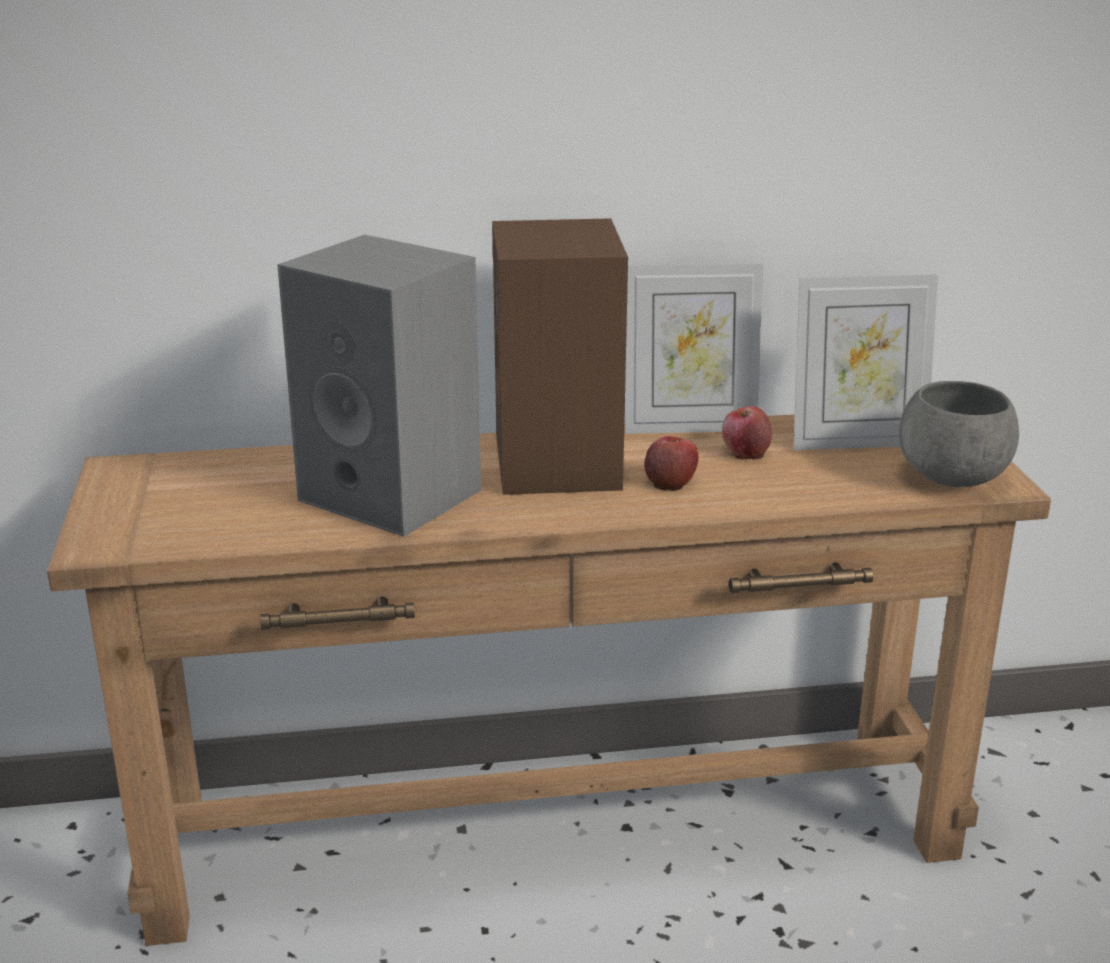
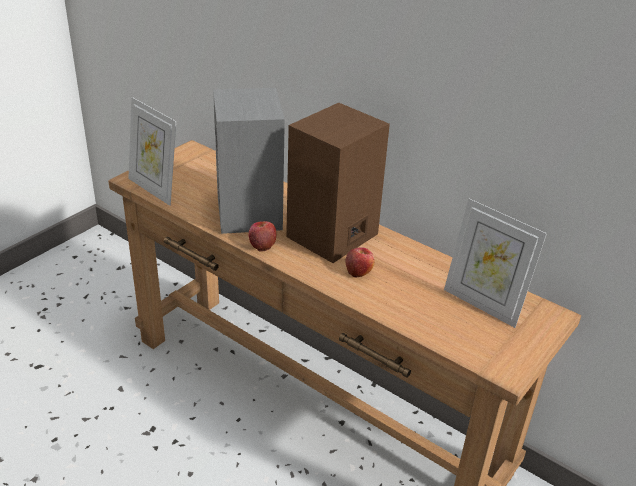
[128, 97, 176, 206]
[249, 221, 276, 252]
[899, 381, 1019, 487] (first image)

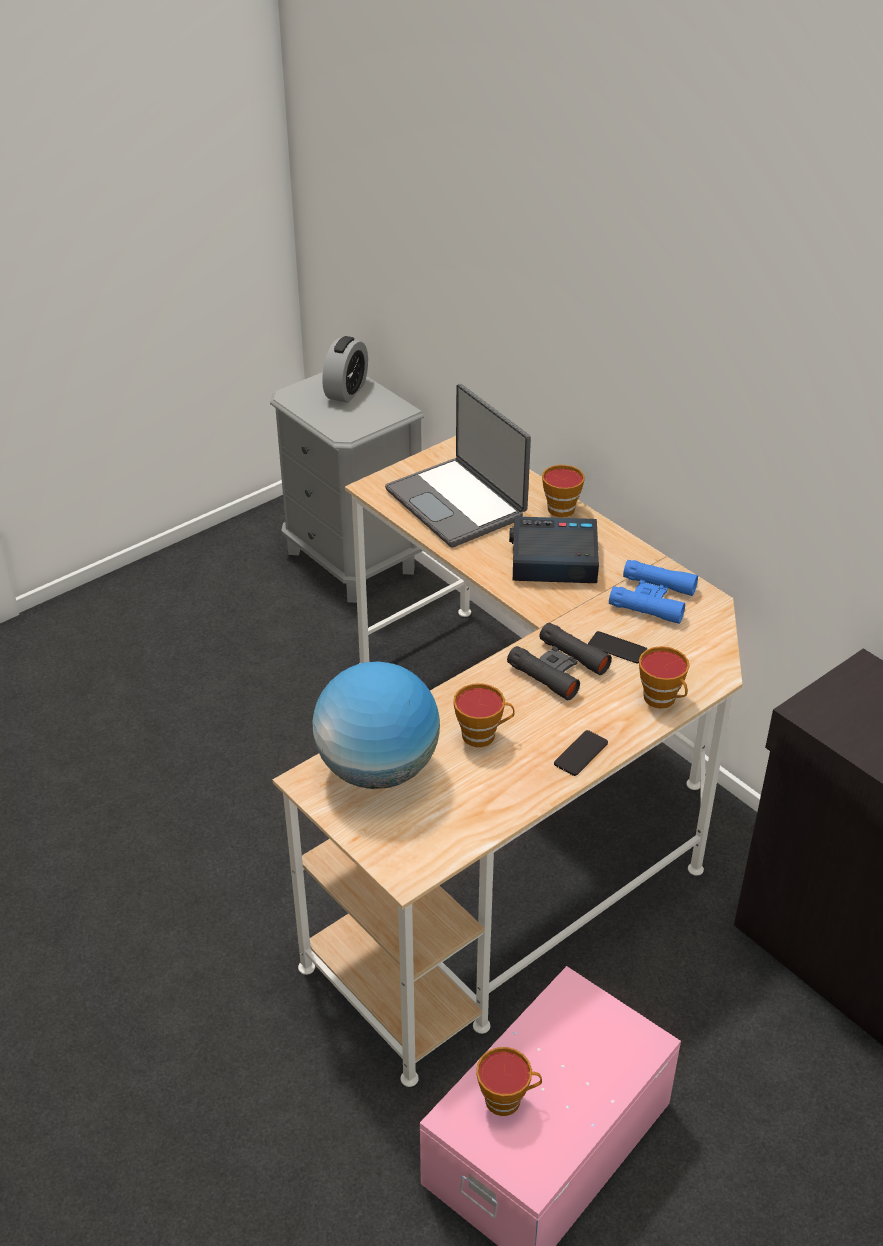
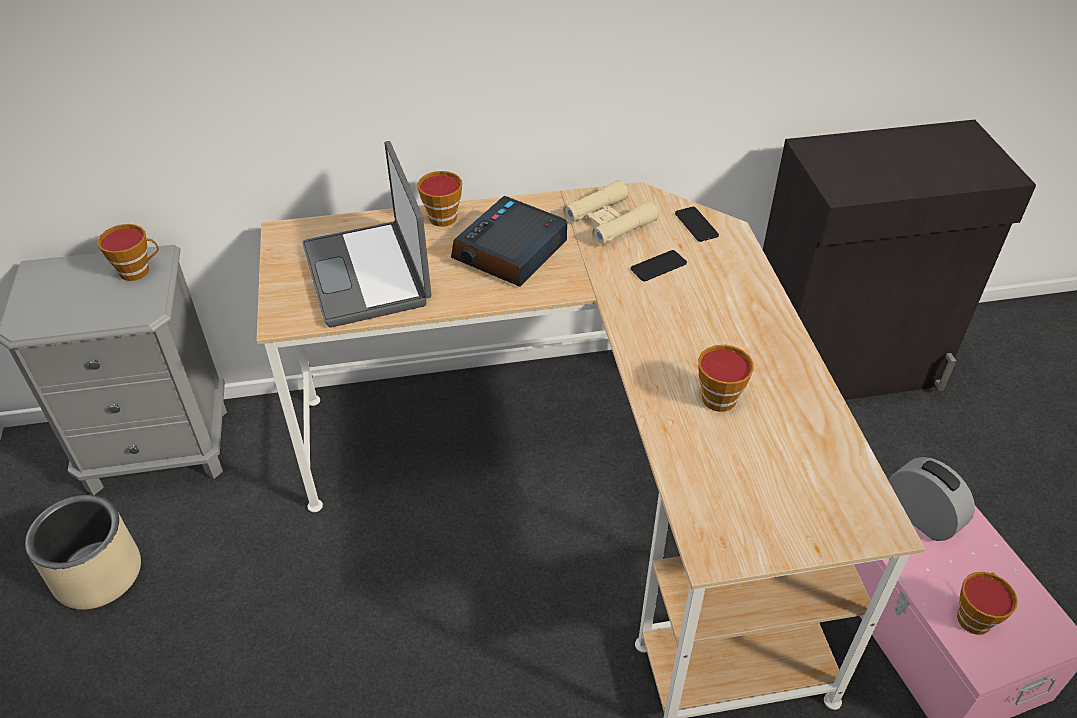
[25, 495, 141, 610]
[97, 224, 159, 281]
[303, 141, 431, 328]
[563, 180, 659, 245]
[675, 206, 719, 242]
[888, 457, 975, 541]
[313, 661, 440, 789] (first image)
[507, 623, 612, 700] (first image)

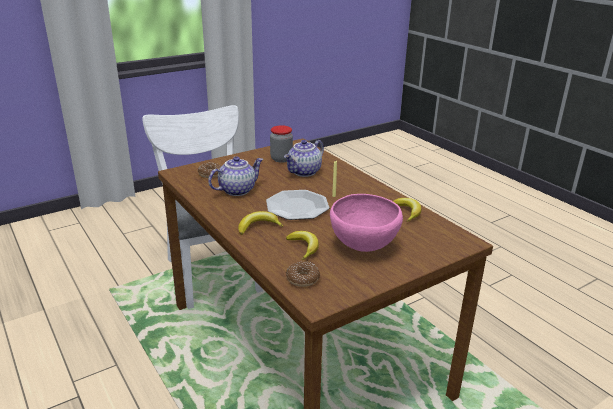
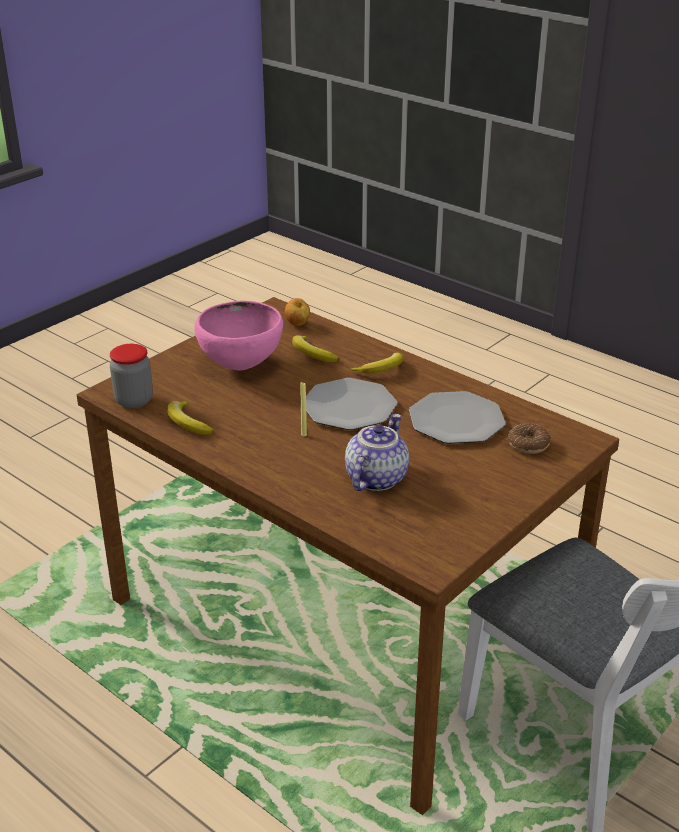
[110, 344, 153, 408]
[285, 298, 310, 326]
[409, 391, 506, 444]

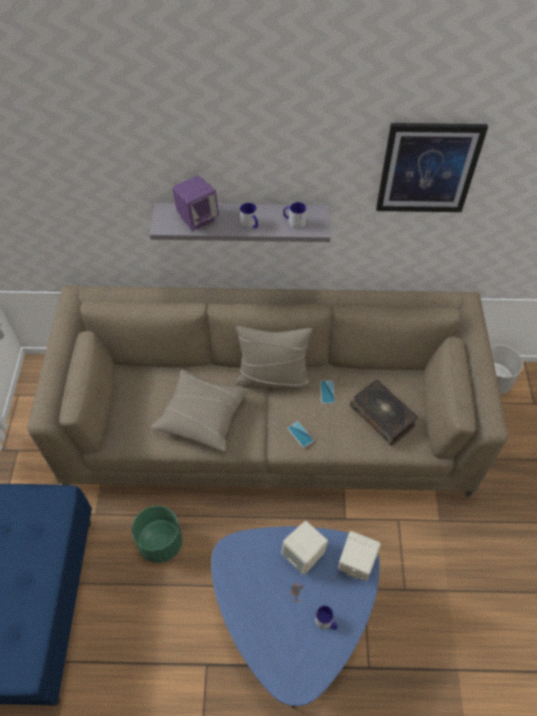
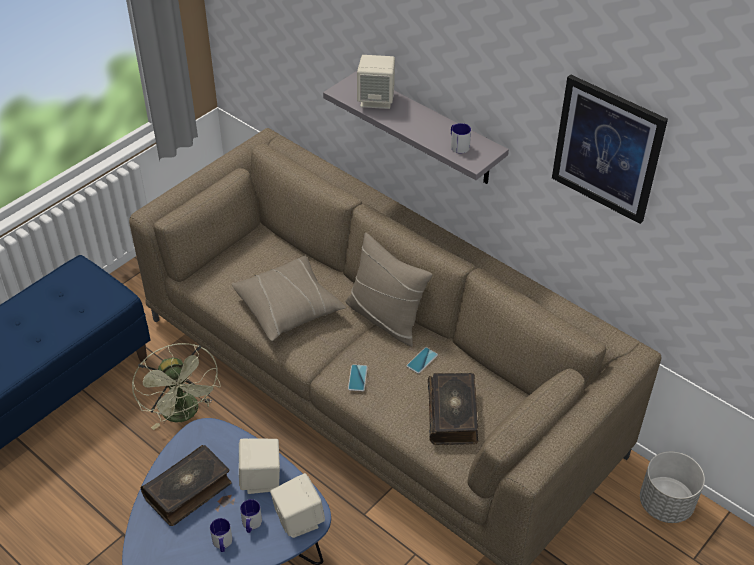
[132, 343, 221, 430]
[141, 445, 232, 526]
[240, 499, 262, 533]
[357, 55, 395, 109]

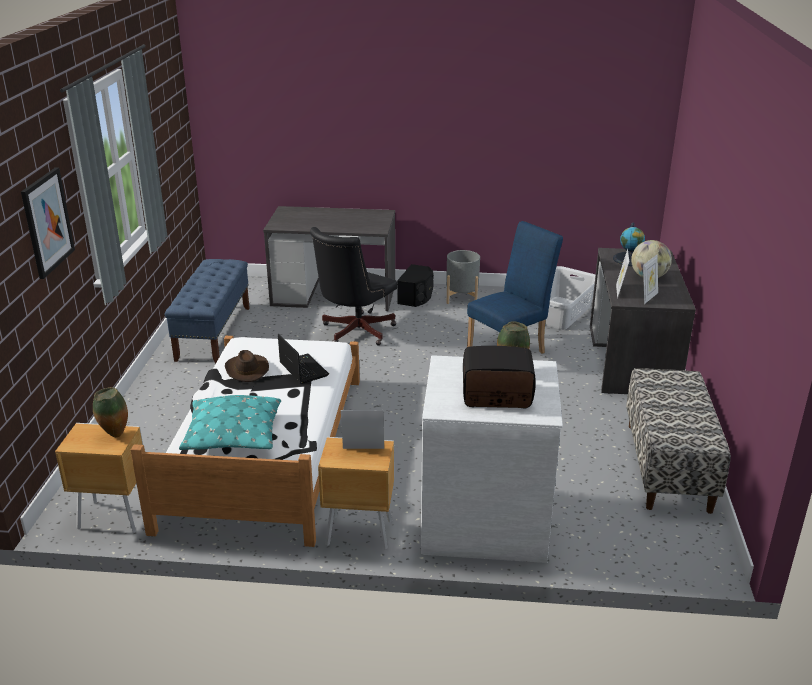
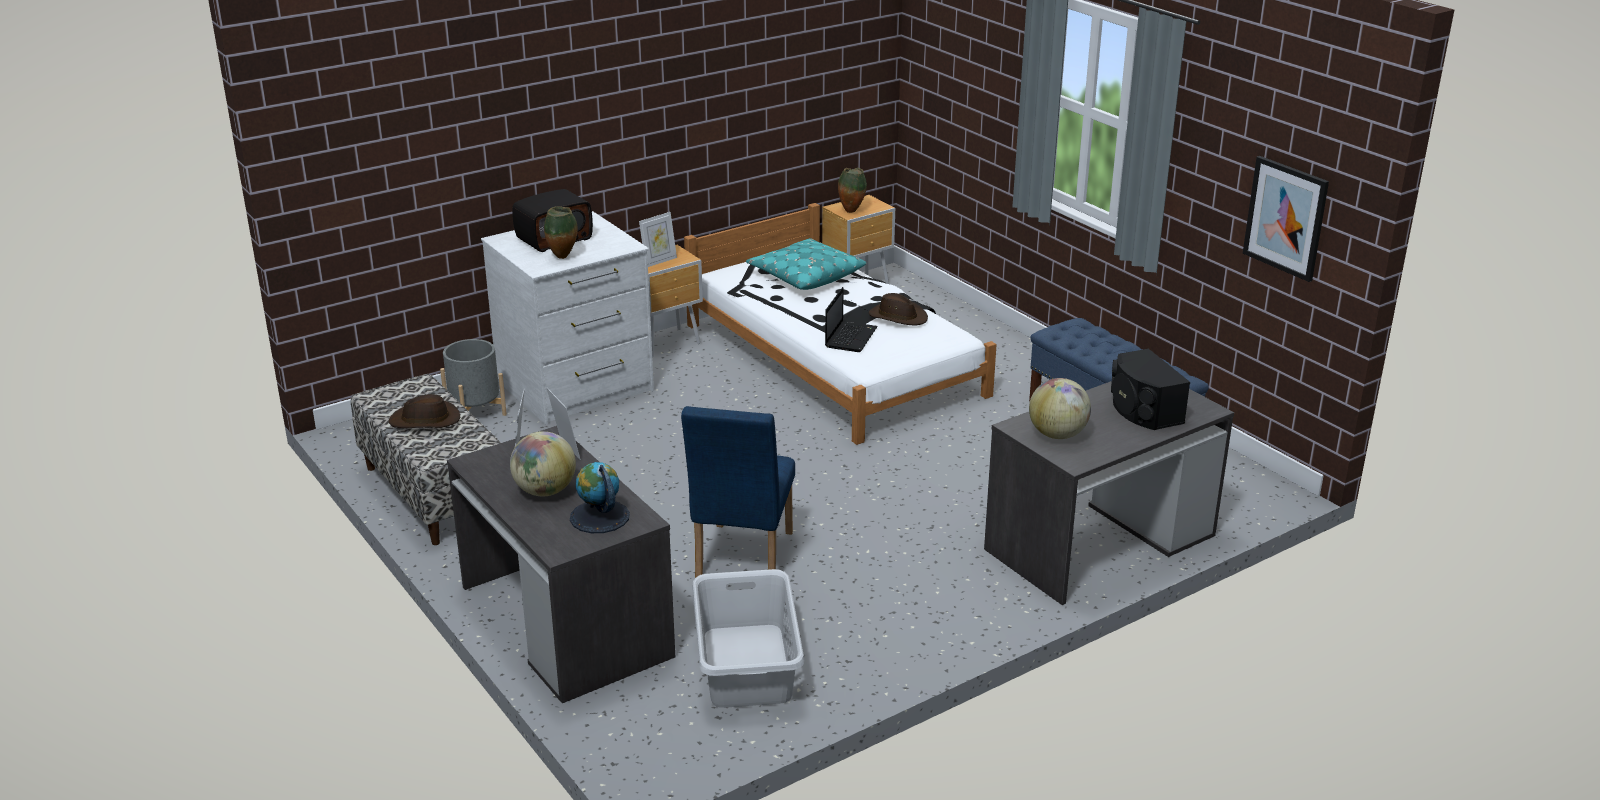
[389, 394, 460, 428]
[440, 339, 507, 416]
[825, 287, 878, 352]
[1029, 378, 1091, 439]
[1111, 349, 1190, 430]
[1243, 156, 1329, 282]
[310, 227, 397, 345] (first image)

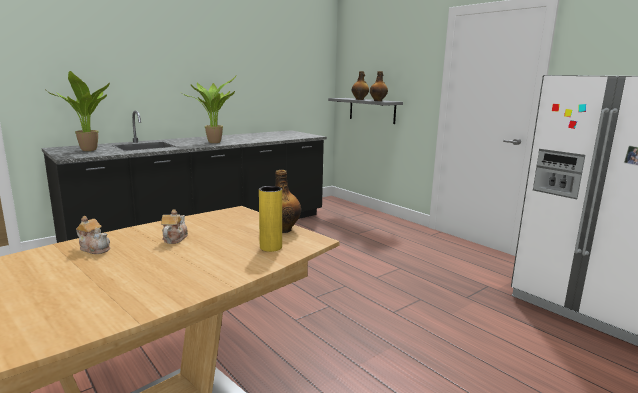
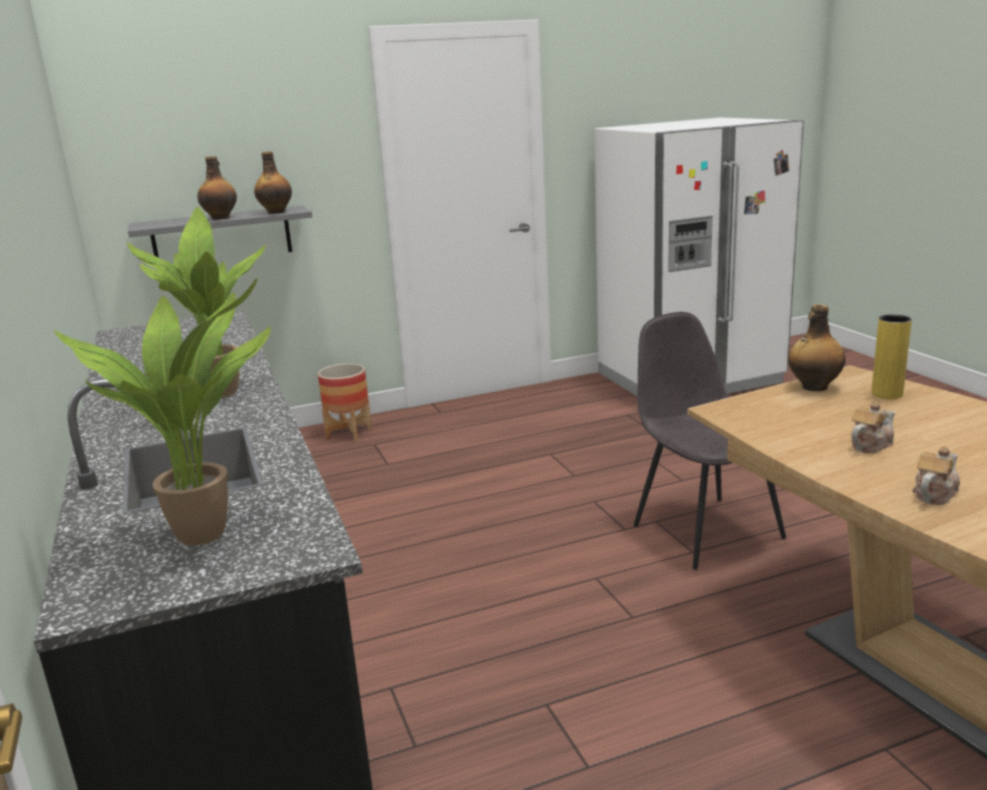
[318, 363, 372, 442]
[634, 312, 786, 570]
[851, 402, 895, 453]

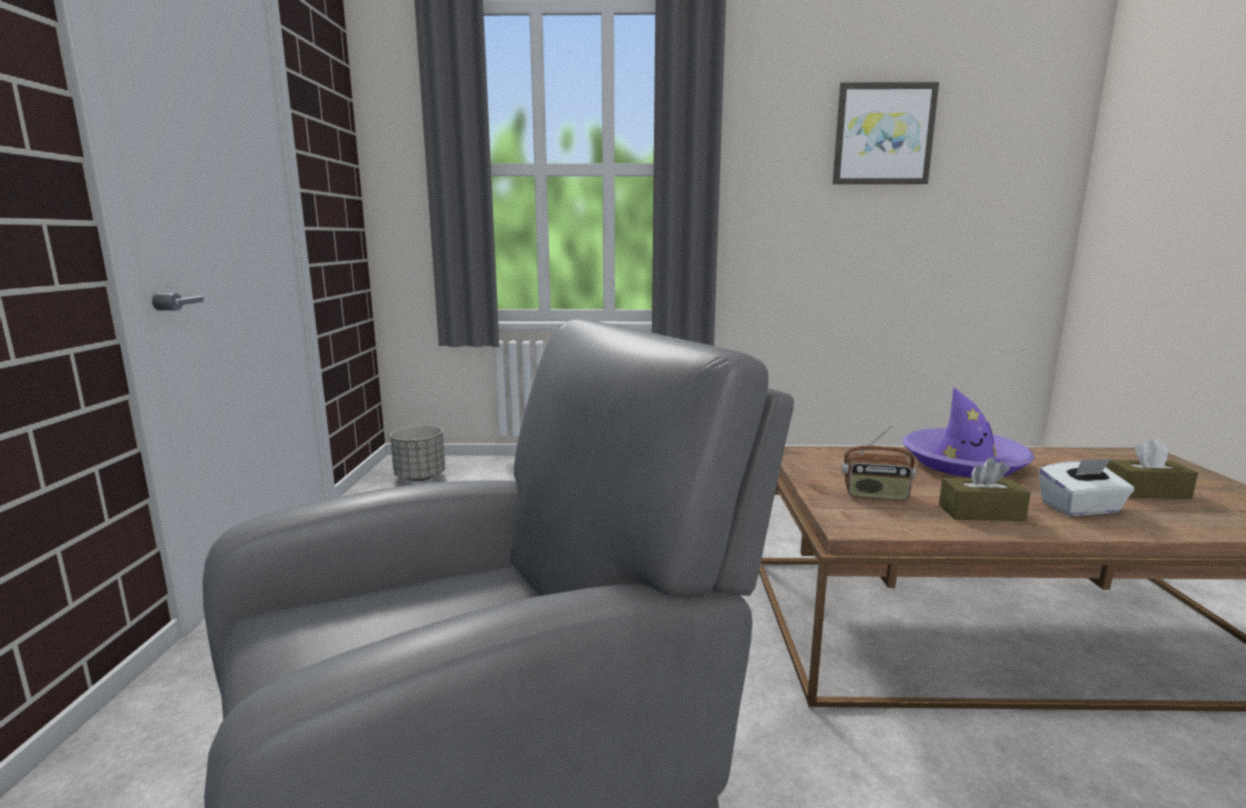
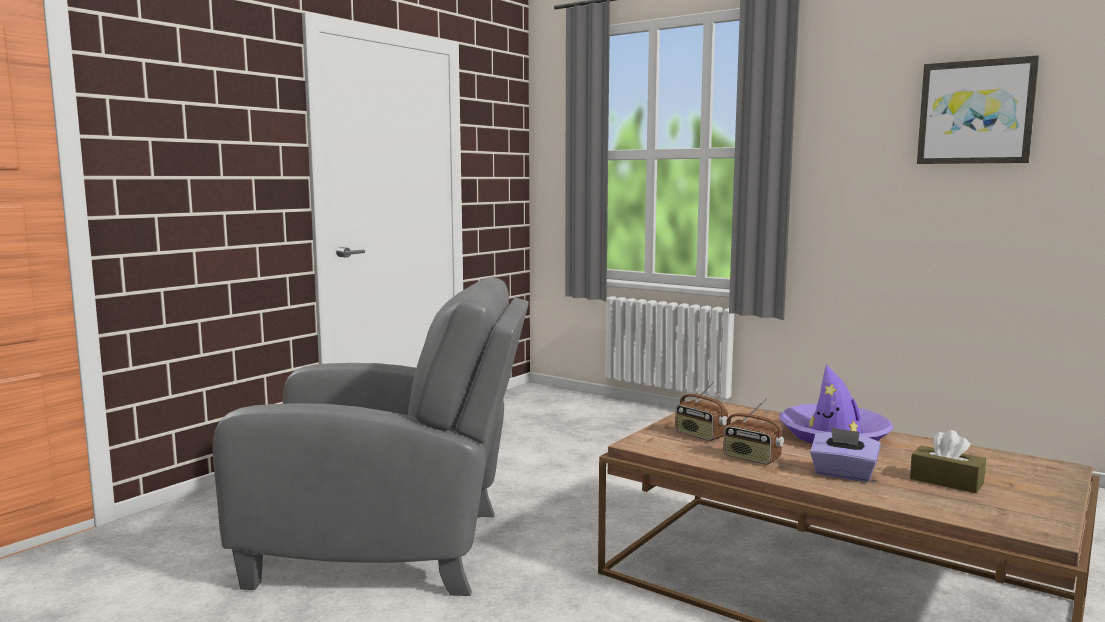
[723, 398, 784, 464]
[810, 427, 881, 482]
[390, 425, 445, 481] (first image)

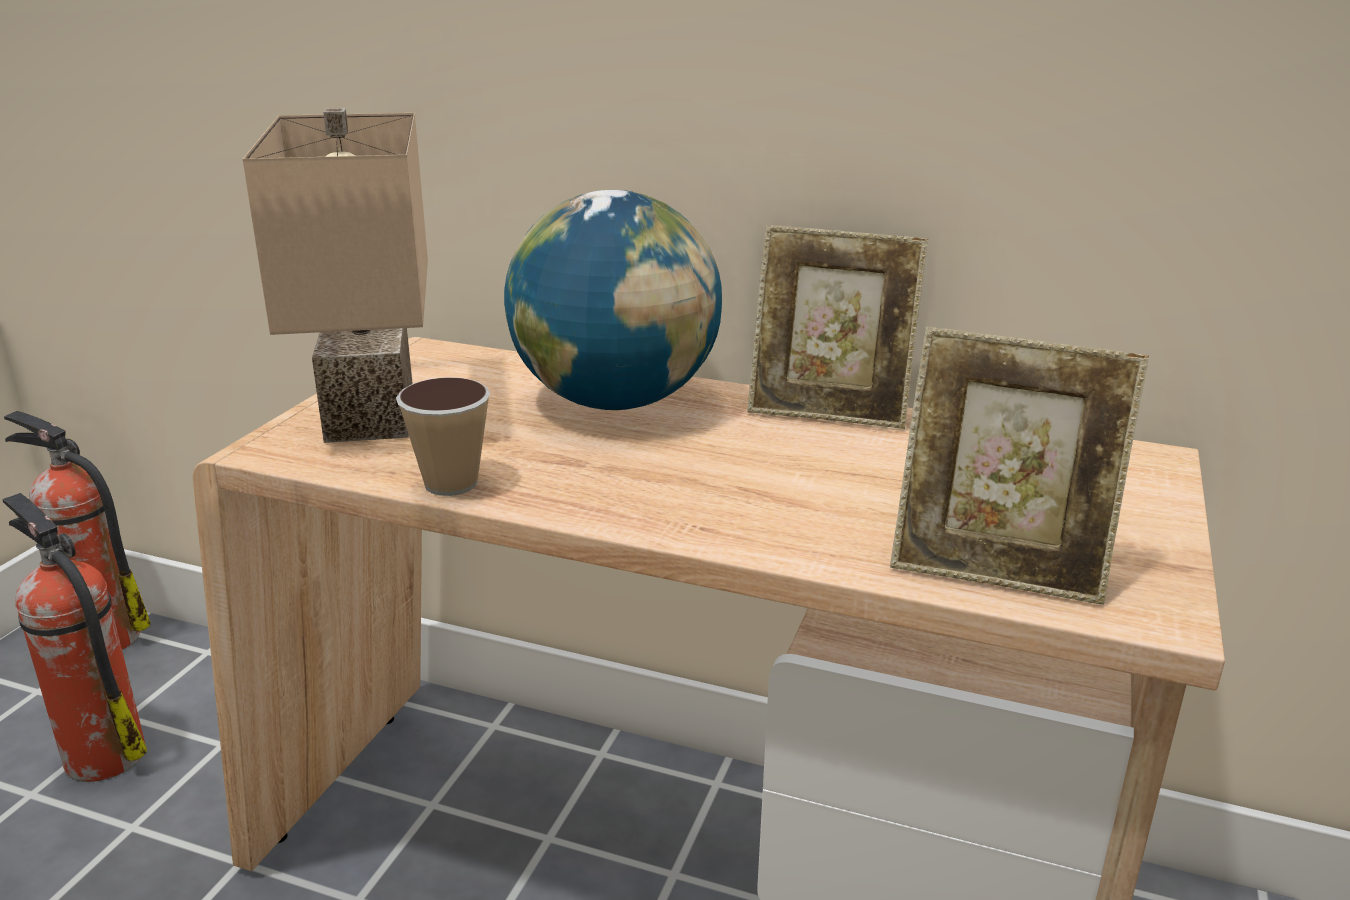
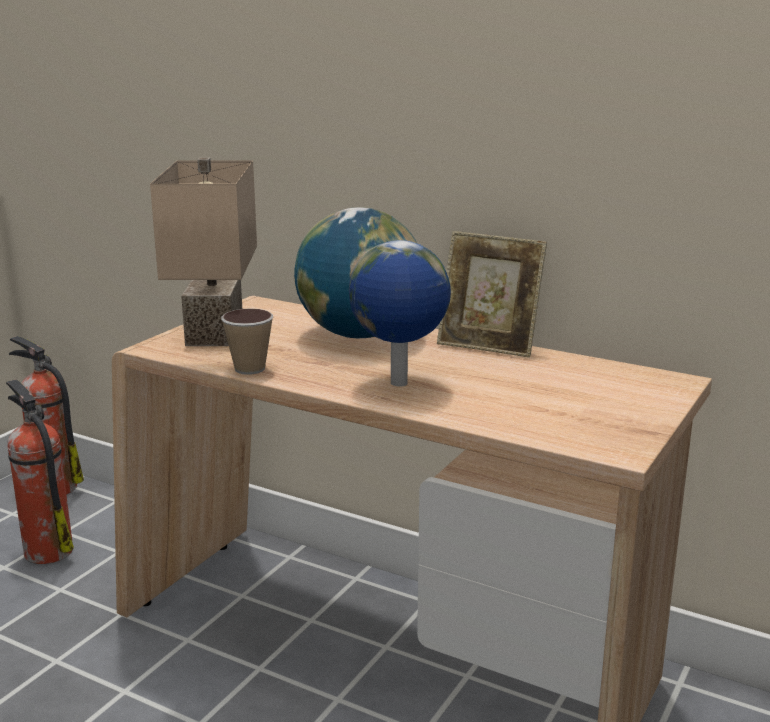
[349, 240, 451, 386]
[890, 327, 1149, 605] (first image)

